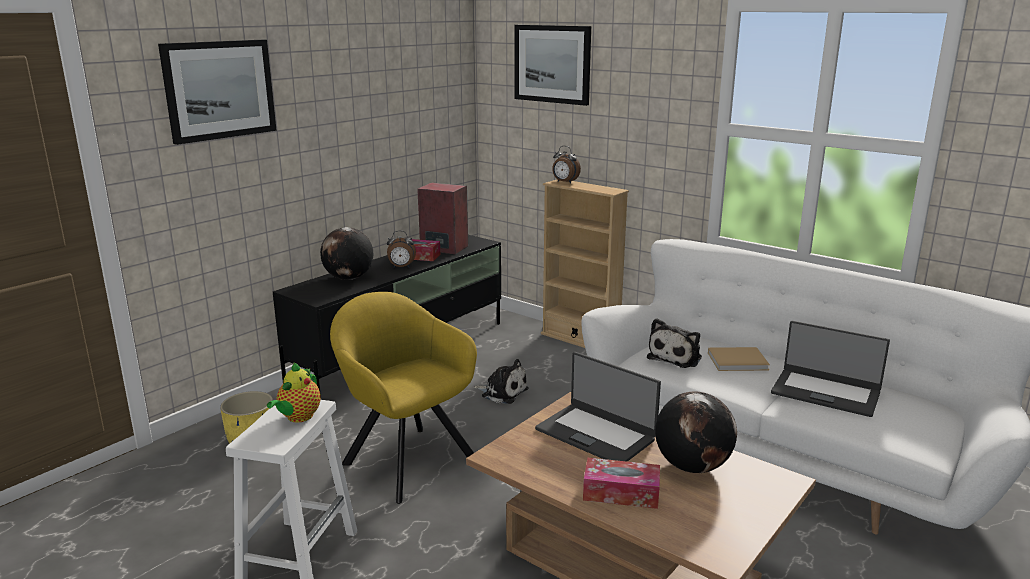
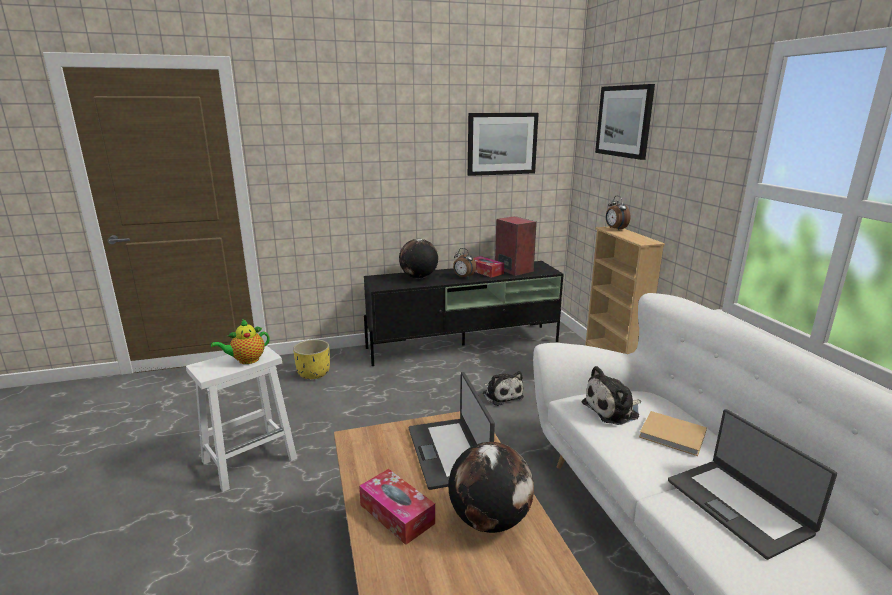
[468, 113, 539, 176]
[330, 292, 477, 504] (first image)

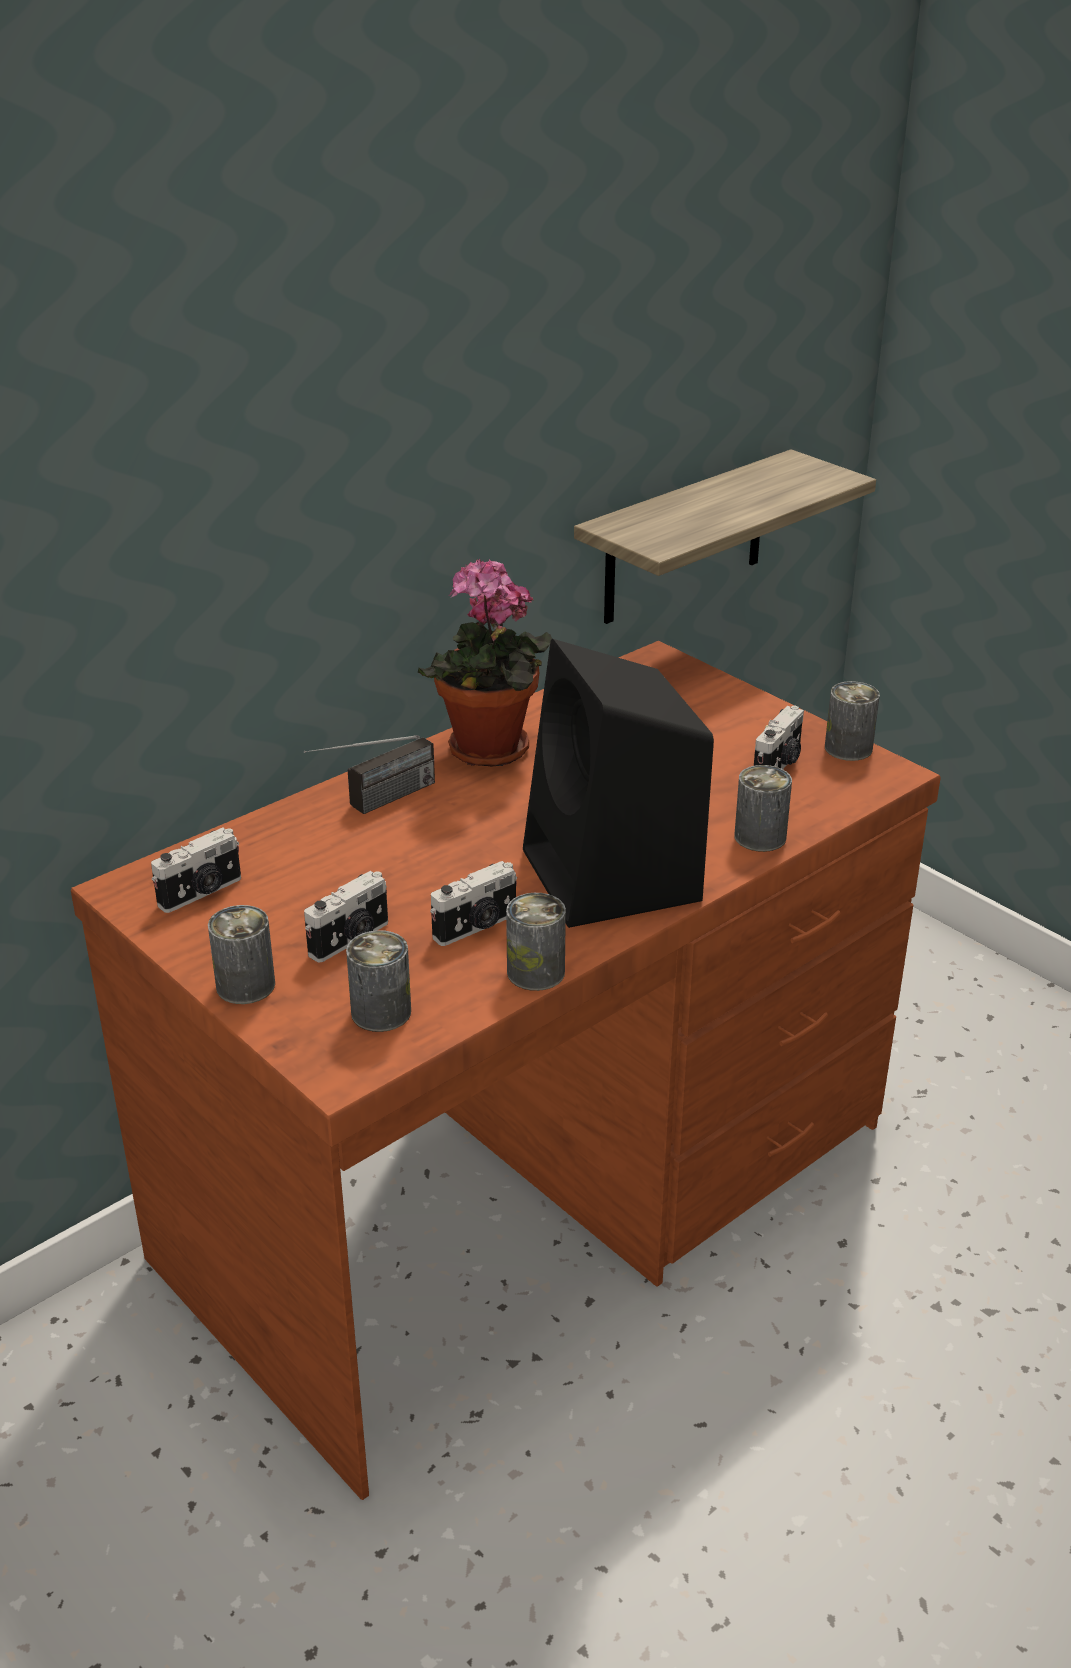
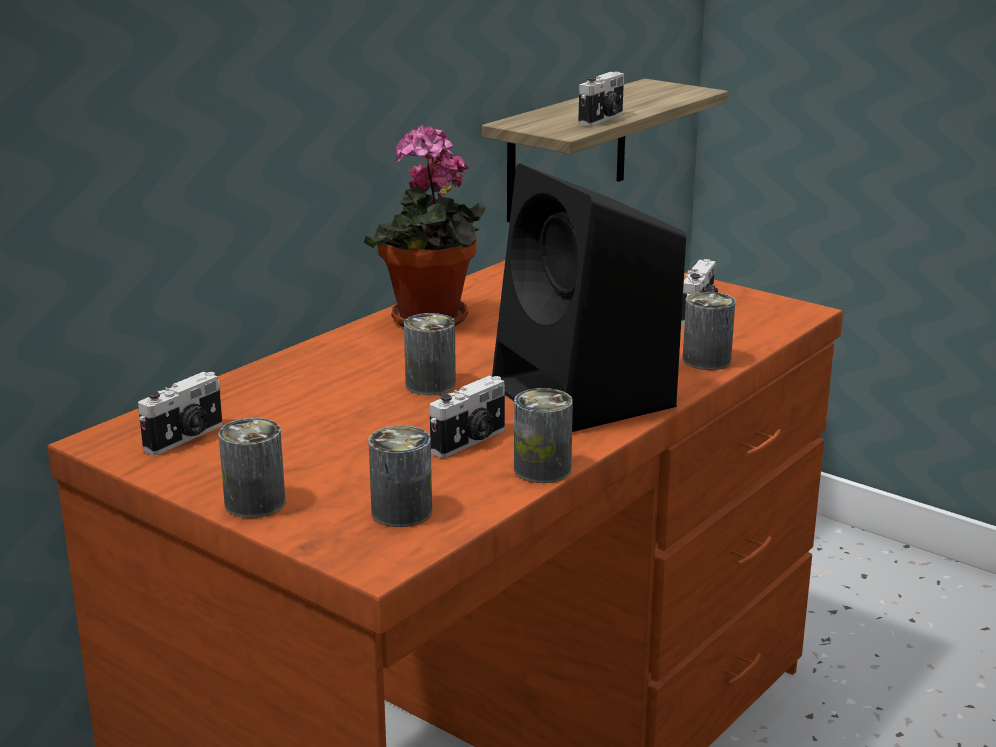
[404, 313, 456, 395]
[578, 72, 624, 126]
[304, 735, 435, 814] (first image)

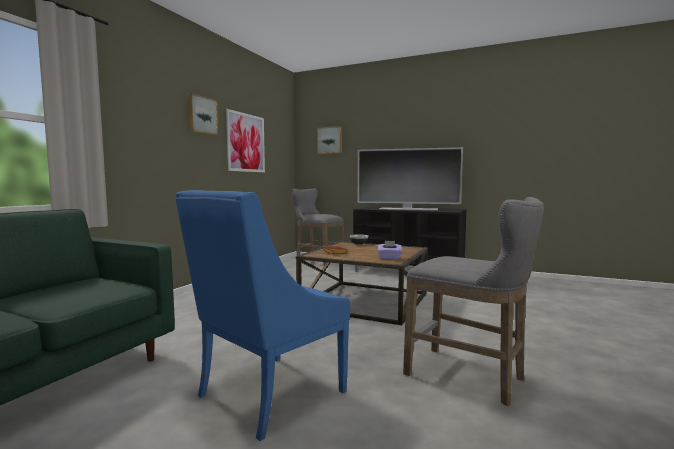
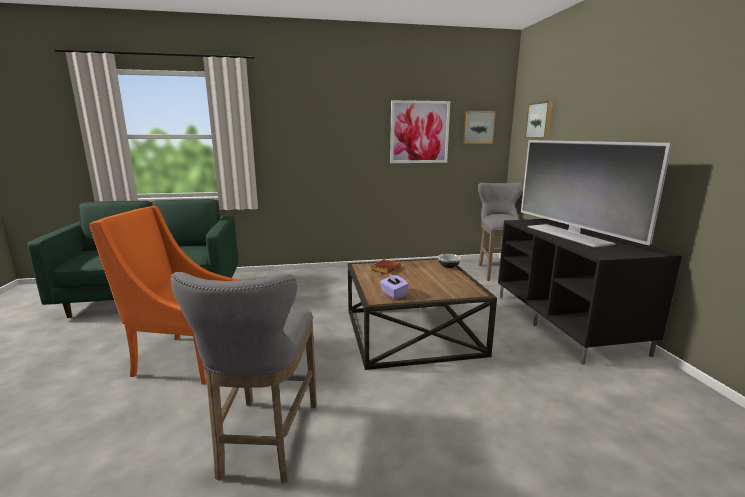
[89, 206, 239, 385]
[463, 111, 496, 144]

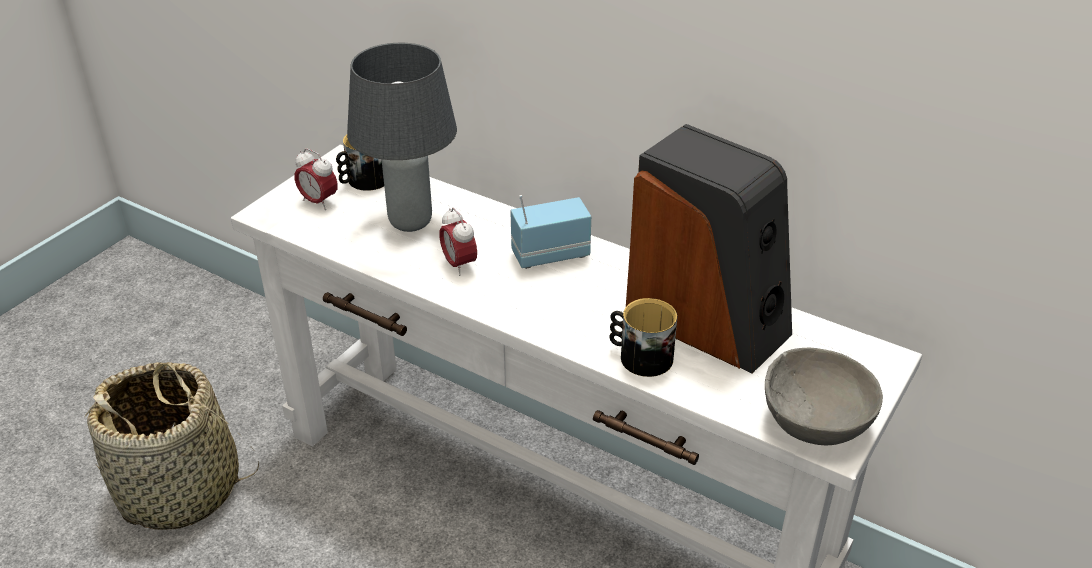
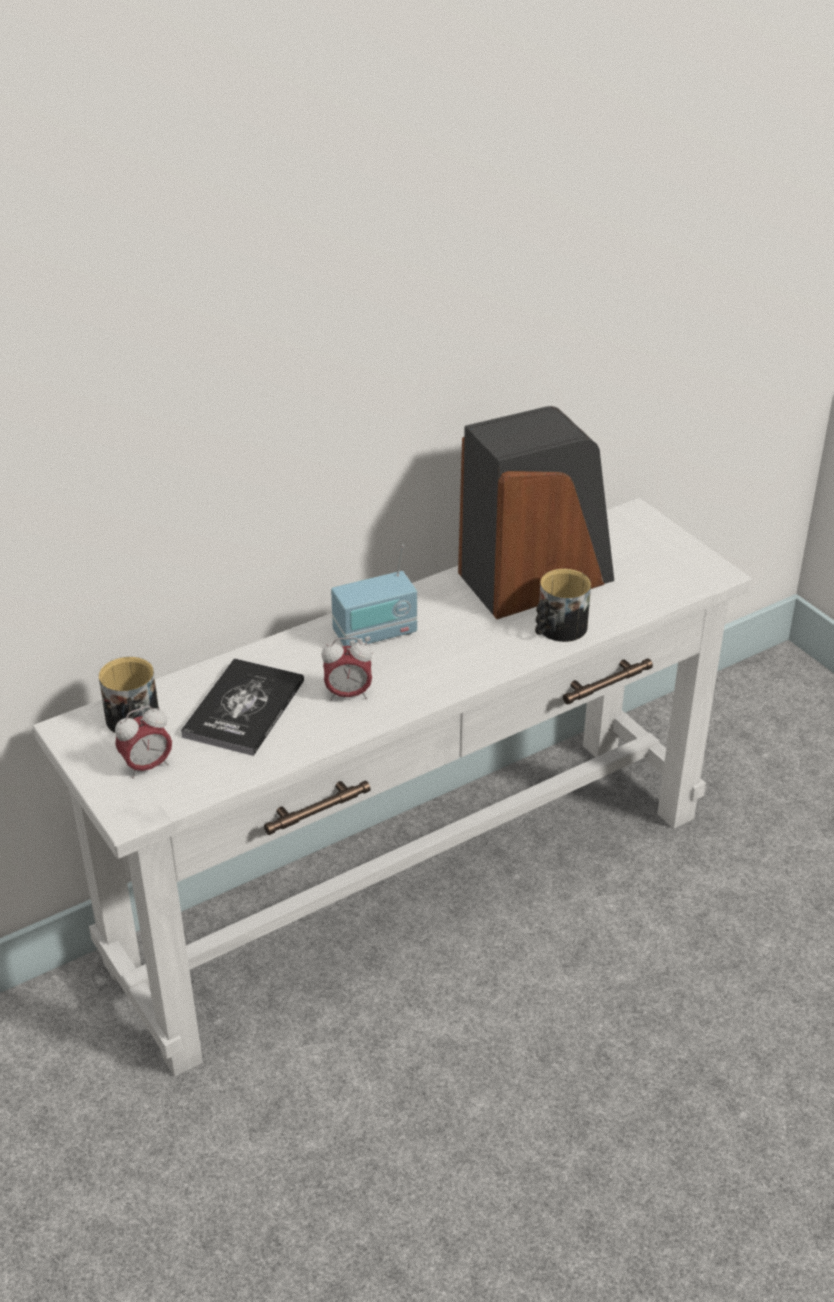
[181, 658, 304, 756]
[331, 544, 417, 646]
[84, 362, 259, 530] (first image)
[765, 348, 883, 445] (first image)

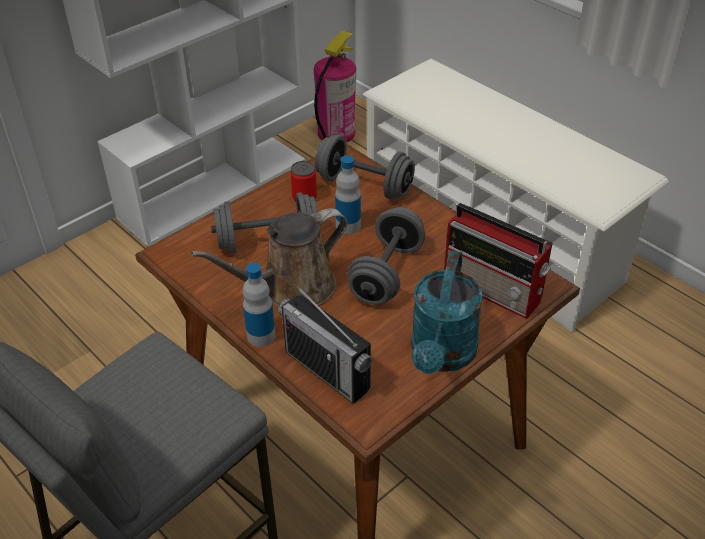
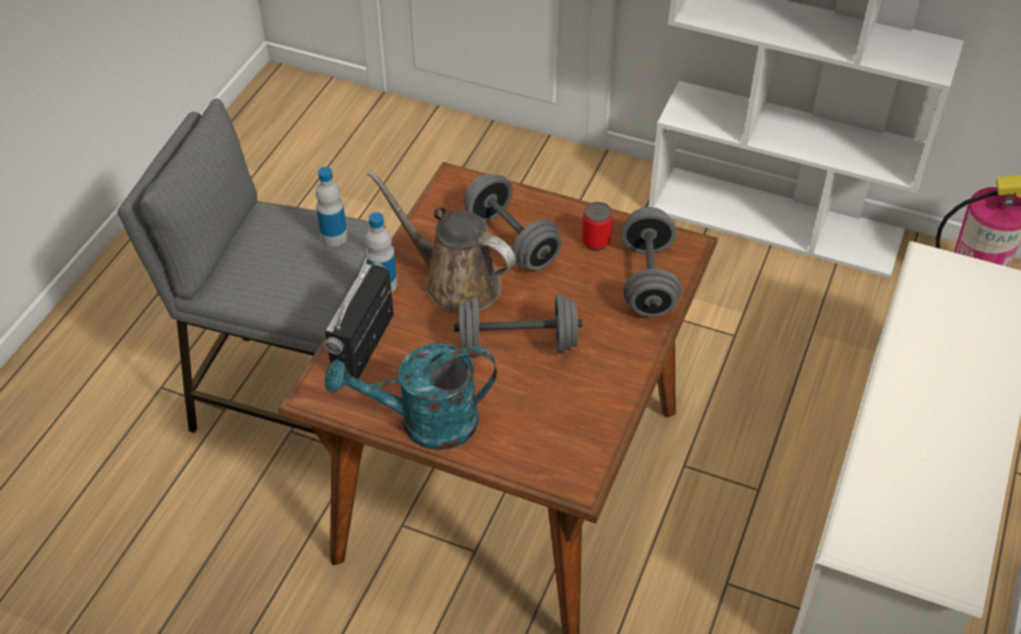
[316, 167, 348, 247]
[444, 203, 552, 319] (first image)

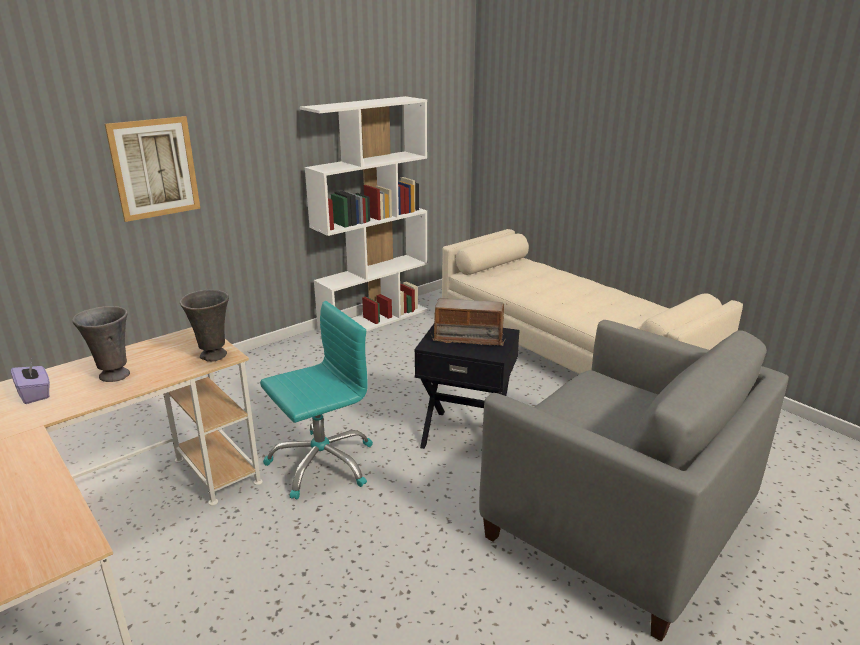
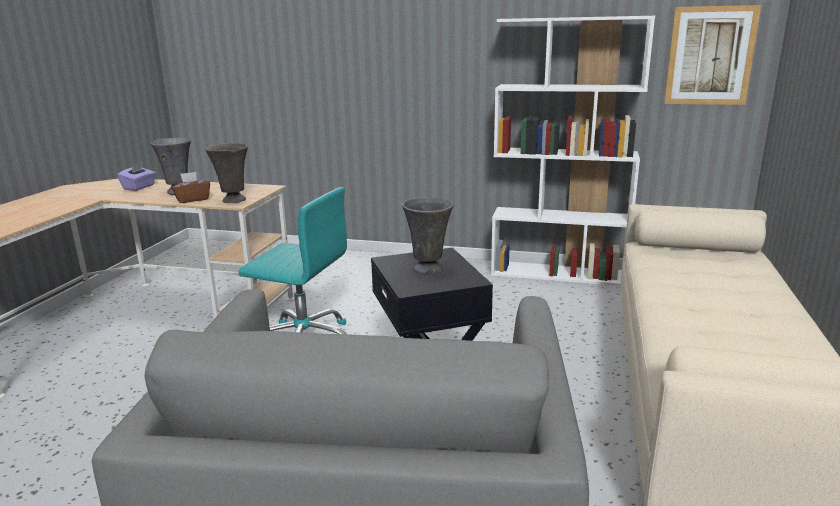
[171, 172, 210, 203]
[402, 197, 454, 274]
[664, 5, 761, 105]

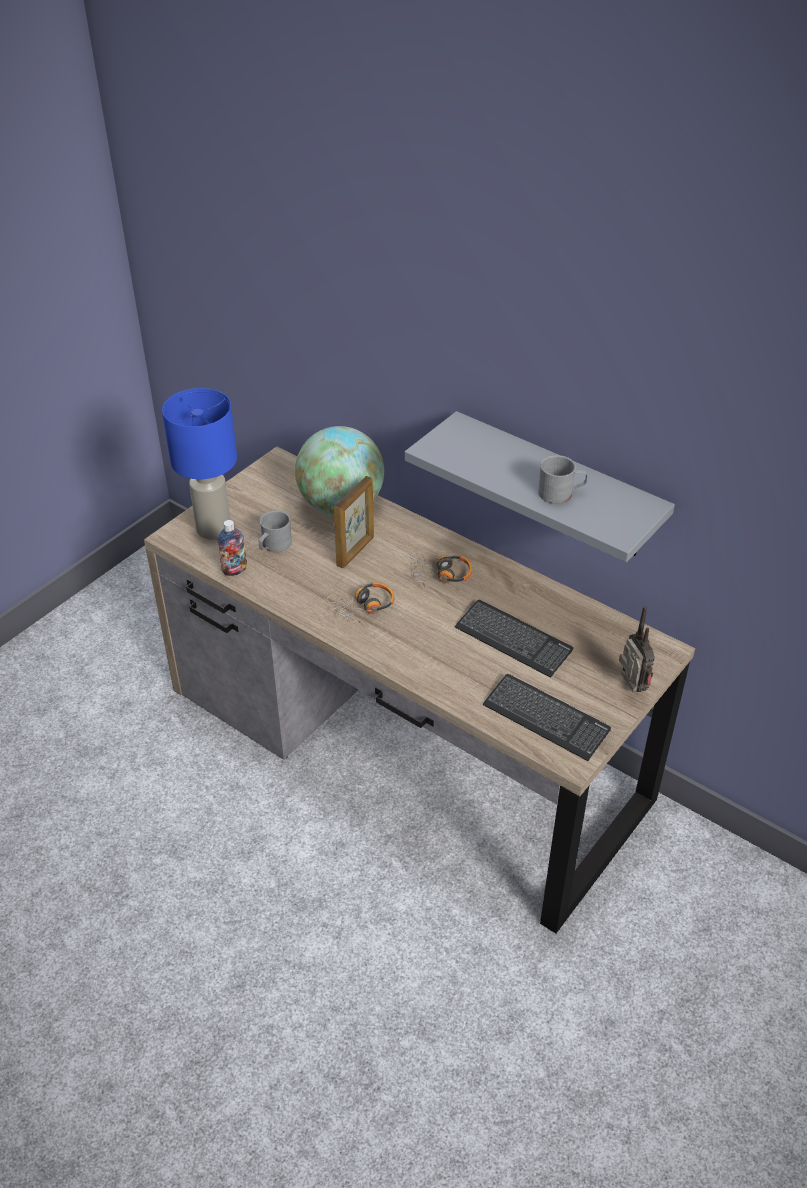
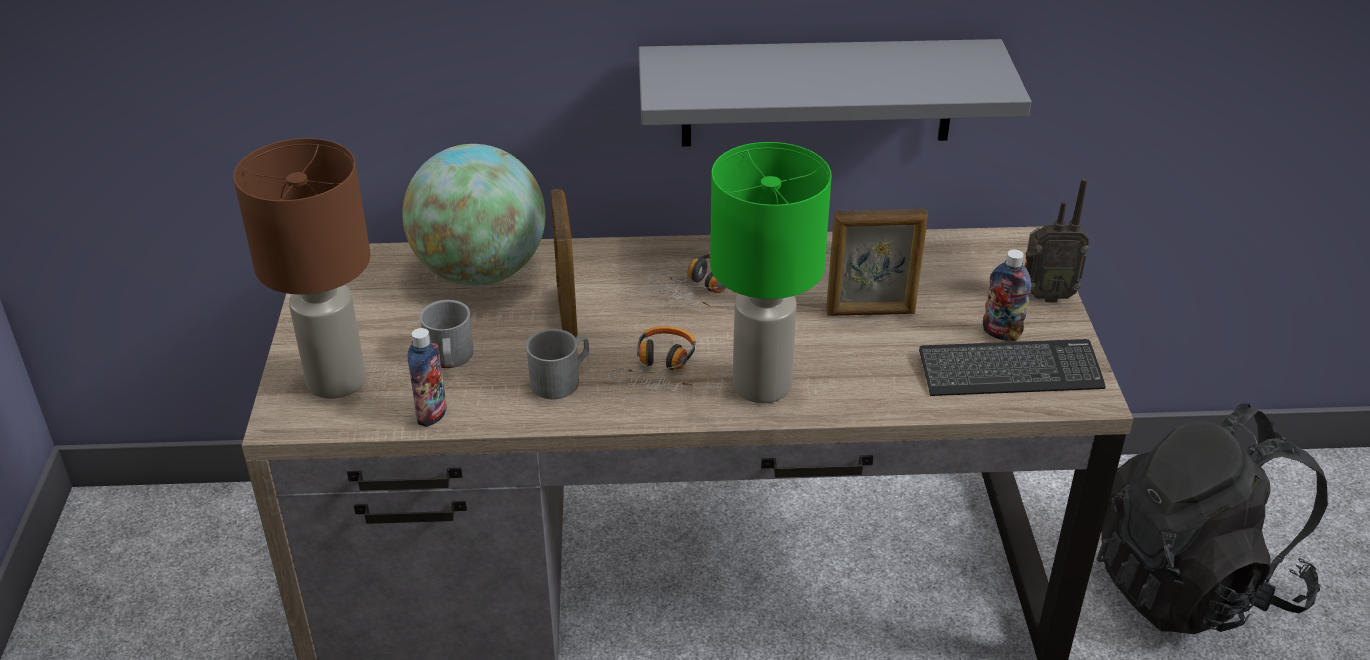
[233, 138, 370, 399]
[526, 329, 589, 399]
[710, 142, 832, 403]
[826, 209, 928, 316]
[983, 249, 1031, 341]
[1024, 178, 1089, 302]
[1097, 403, 1328, 634]

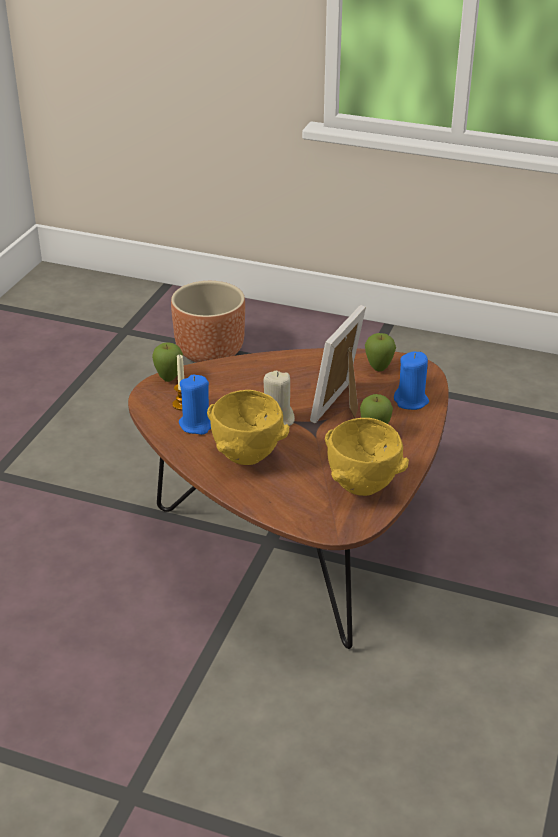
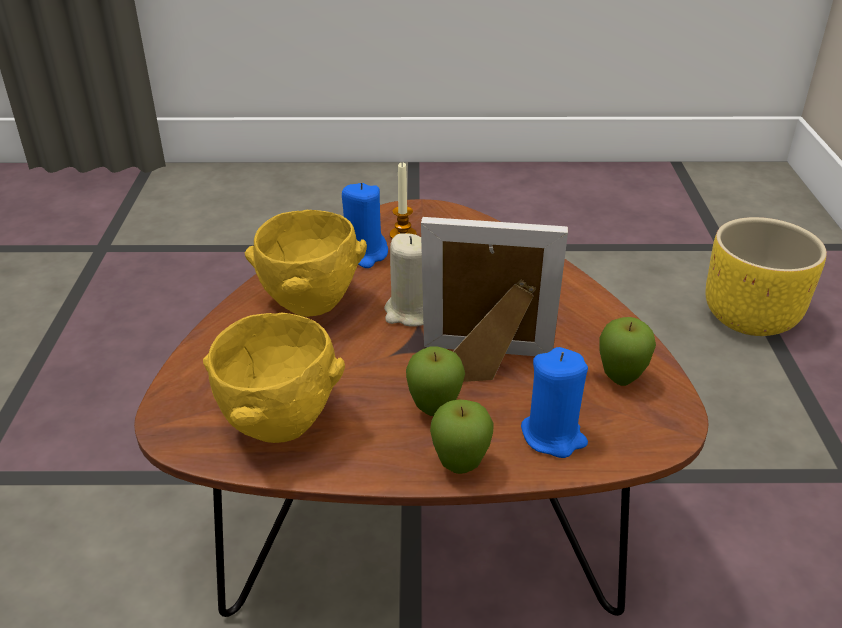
[430, 399, 493, 474]
[705, 217, 827, 336]

